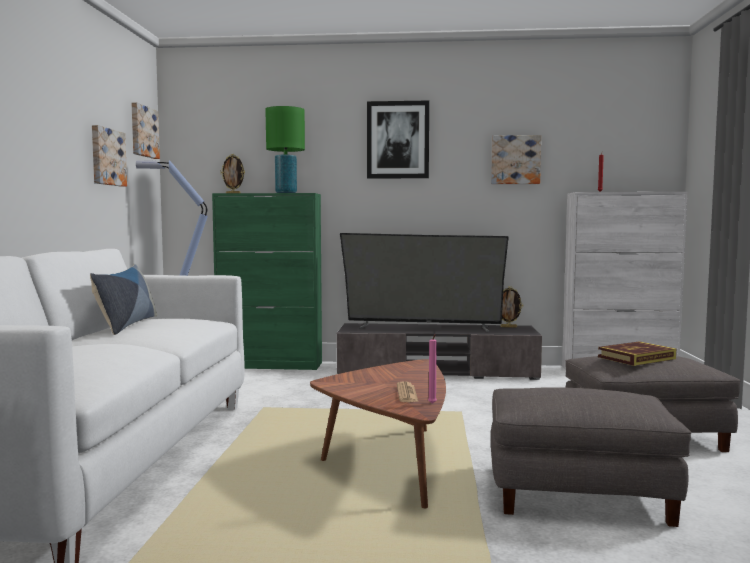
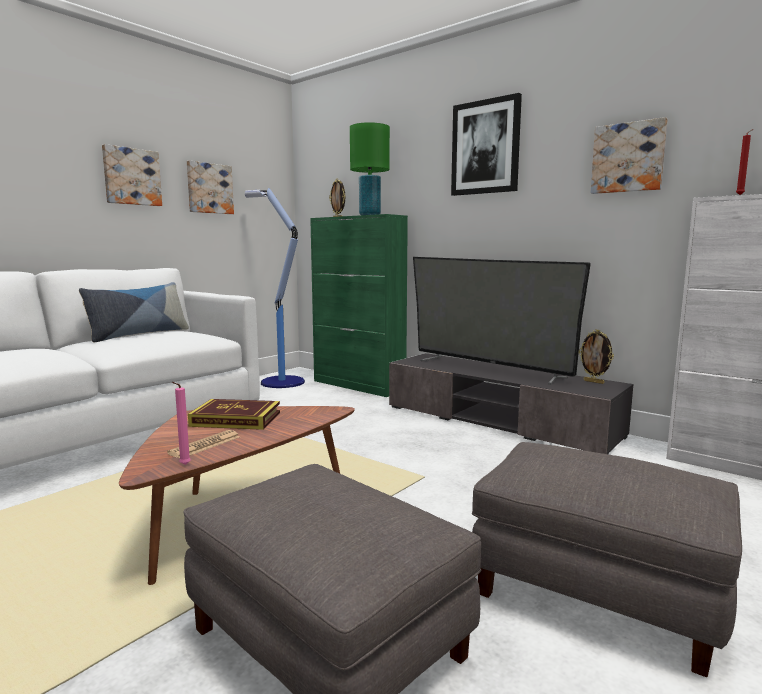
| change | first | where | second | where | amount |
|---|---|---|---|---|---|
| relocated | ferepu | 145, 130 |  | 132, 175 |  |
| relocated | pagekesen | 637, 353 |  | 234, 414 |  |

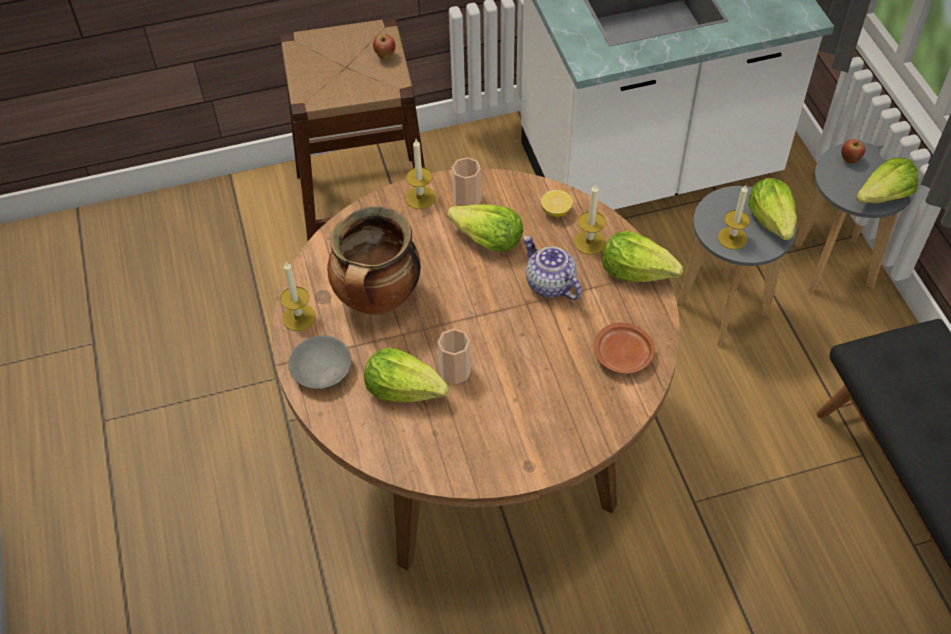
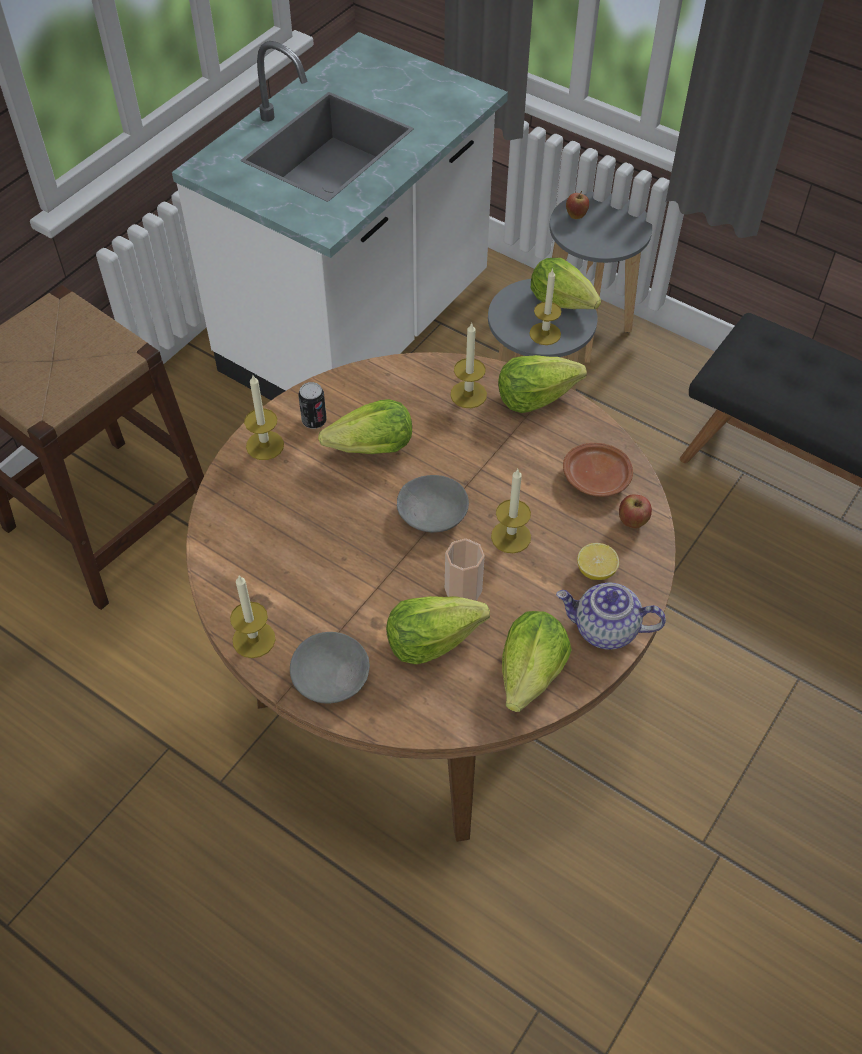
| change | first | where | second | where | amount |
|---|---|---|---|---|---|
| exchanged | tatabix | 466, 181 | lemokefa | 312, 405 |  |
| appeared |  |  | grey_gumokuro | 433, 503 |  |
| appeared |  |  | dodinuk | 511, 510 |  |
| relocated | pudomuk | 887, 180 |  | 537, 661 |  |
| relocated | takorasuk | 552, 268 |  | 611, 616 |  |
| relocated | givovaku | 557, 203 |  | 598, 561 |  |
| relocated | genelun | 384, 46 |  | 635, 511 |  |
| missing | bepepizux | 374, 261 |  |  |  |

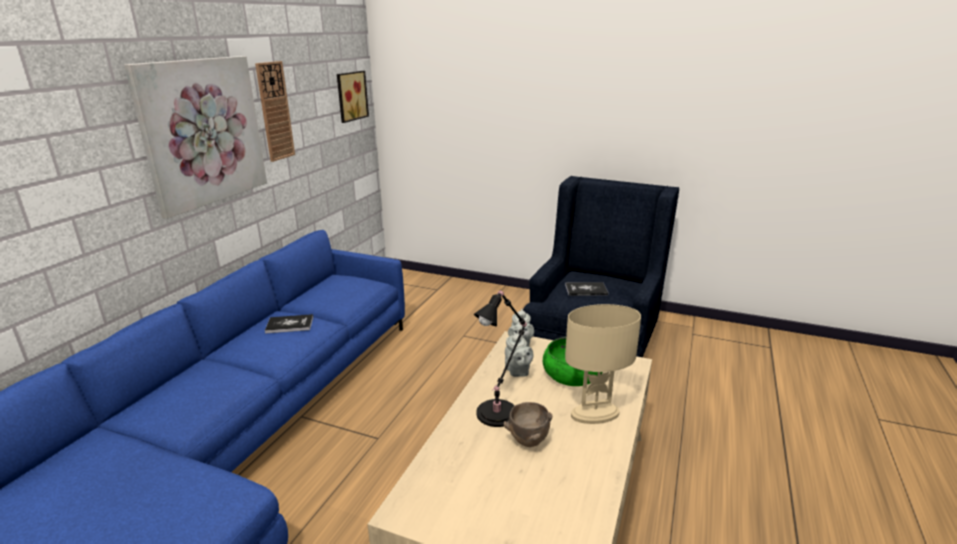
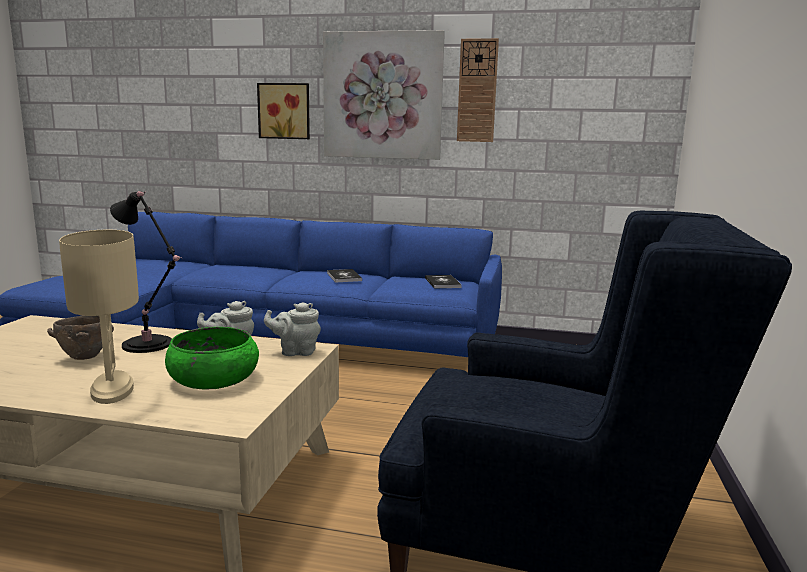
| change | first | where | second | where | amount |
|---|---|---|---|---|---|
| relocated | ferepu | 353, 97 |  | 283, 111 |  |
| relocated | pagekesen | 586, 289 |  | 443, 281 |  |

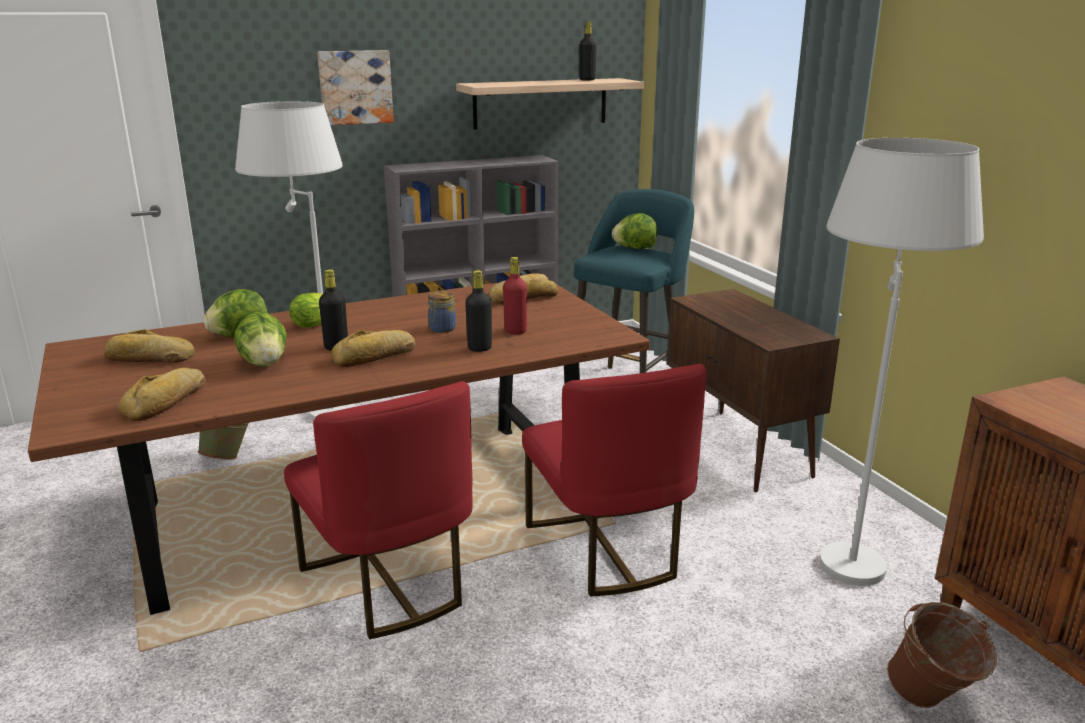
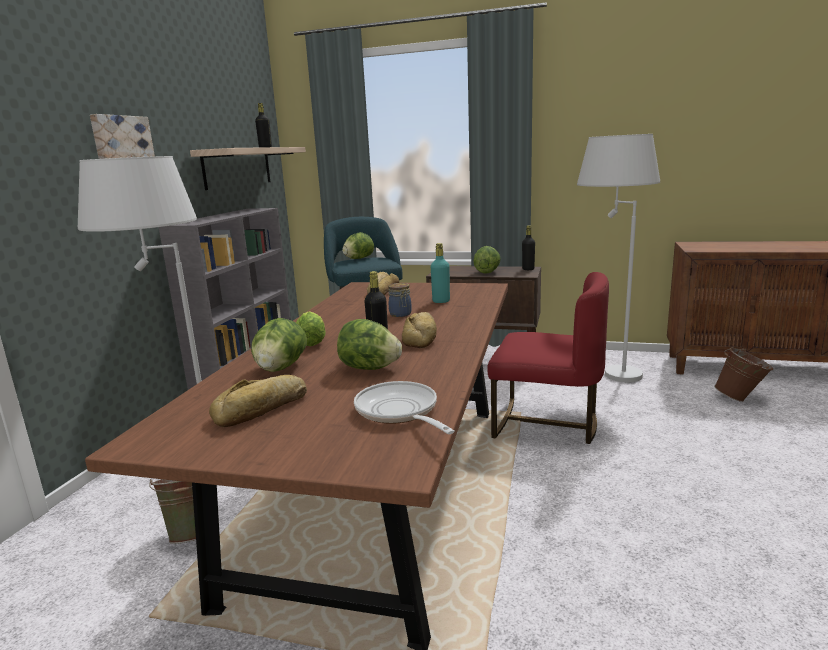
| change | first | where | second | where | amount |
|---|---|---|---|---|---|
| exchanged | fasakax | 162, 394 | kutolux | 404, 407 |  |
| colour | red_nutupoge | 515, 295 | turquoise_nutupoge | 440, 273 |  |
| appeared |  |  | pudomuk | 487, 260 |  |
| relocated | black_nutupoge | 478, 311 |  | 528, 247 |  |
| missing | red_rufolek | 378, 510 |  |  |  |

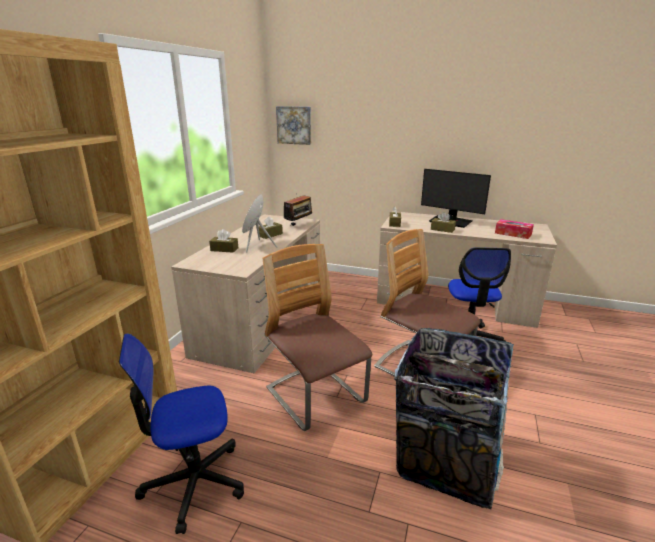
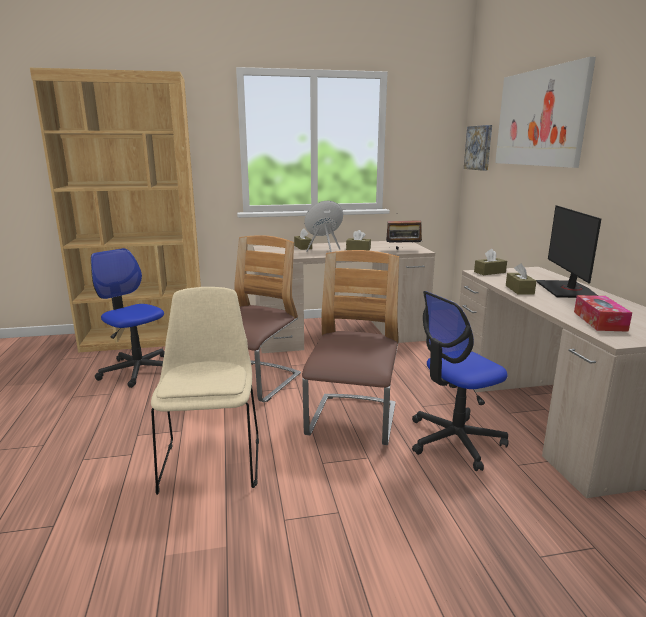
| change | first | where | second | where | amount |
|---|---|---|---|---|---|
| exchanged | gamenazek | 454, 418 | beige_rufolek | 205, 391 |  |
| appeared |  |  | ferepu | 545, 112 |  |

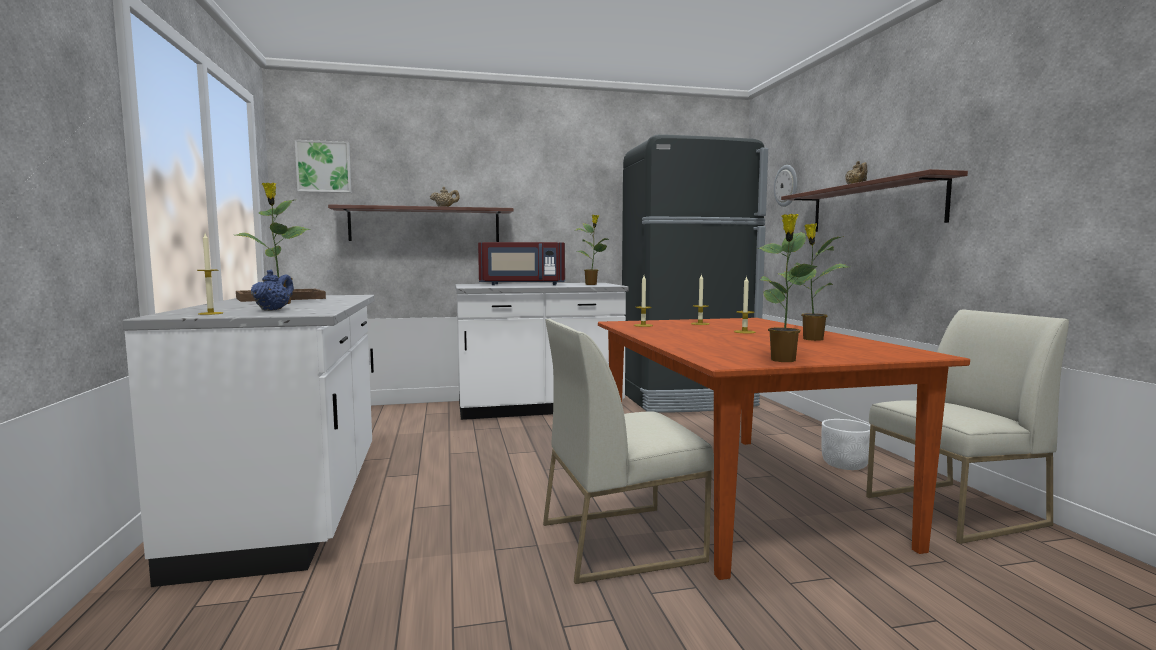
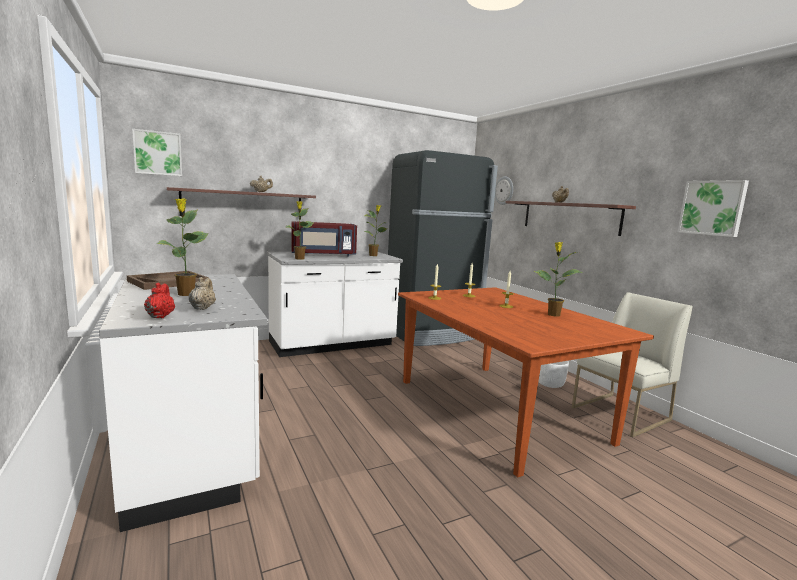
| change | first | where | second | where | amount |
|---|---|---|---|---|---|
| exchanged | dodinuk | 210, 274 | red_takorasuk | 159, 300 |  |
| colour | blue_takorasuk | 272, 290 | beige_takorasuk | 202, 293 |  |
| relocated | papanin | 787, 288 |  | 300, 230 |  |
| appeared |  |  | ferepu | 713, 208 |  |
| missing | white_rufolek | 628, 451 |  |  |  |

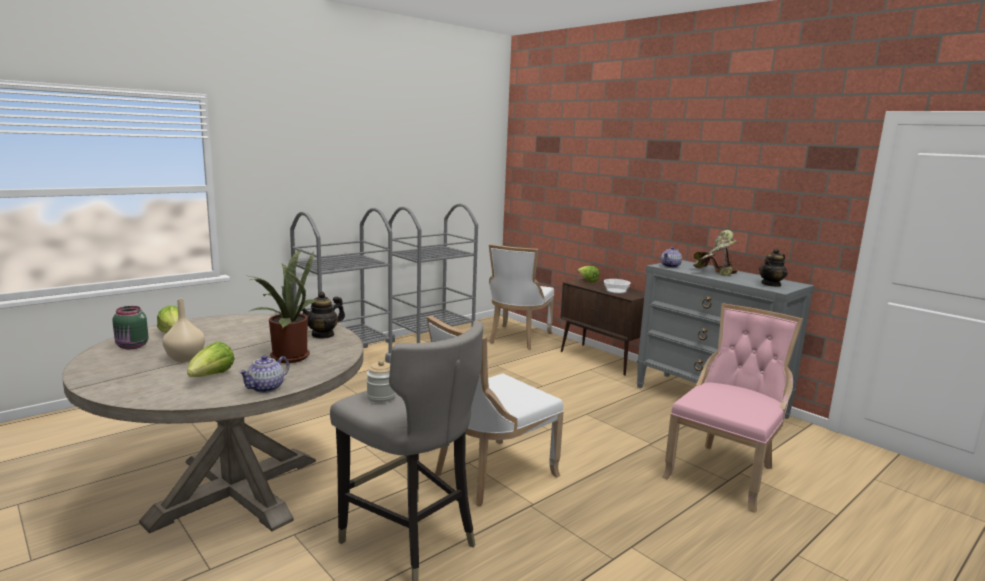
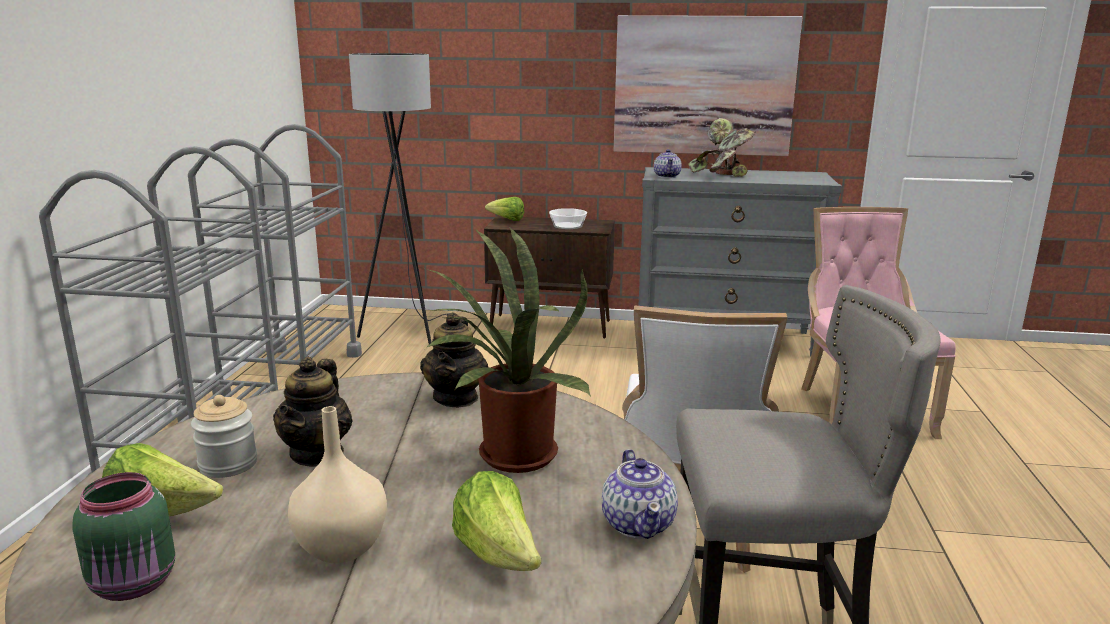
| change | first | where | second | where | amount |
|---|---|---|---|---|---|
| relocated | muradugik | 381, 381 |  | 224, 436 |  |
| relocated | takorasuk | 773, 267 |  | 313, 411 |  |
| exchanged | white_rufolek | 521, 296 | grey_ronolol | 399, 198 |  |
| appeared |  |  | ferepu | 708, 85 |  |

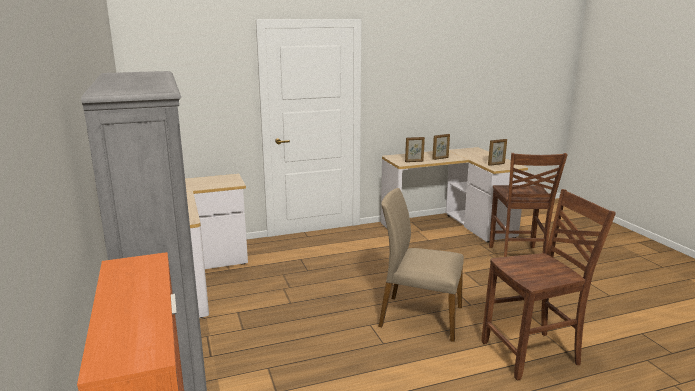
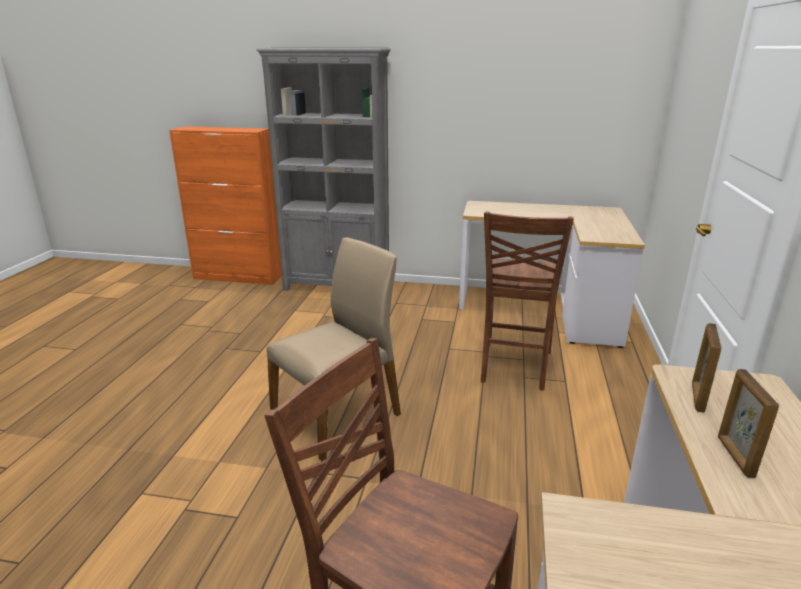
| change | first | where | second | where | amount |
|---|---|---|---|---|---|
| relocated | brown_rufolek | 548, 284 |  | 527, 301 |  |
| missing | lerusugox | 497, 152 |  |  |  |

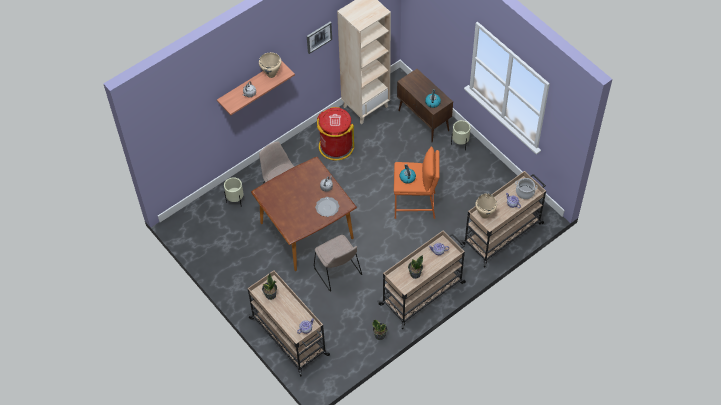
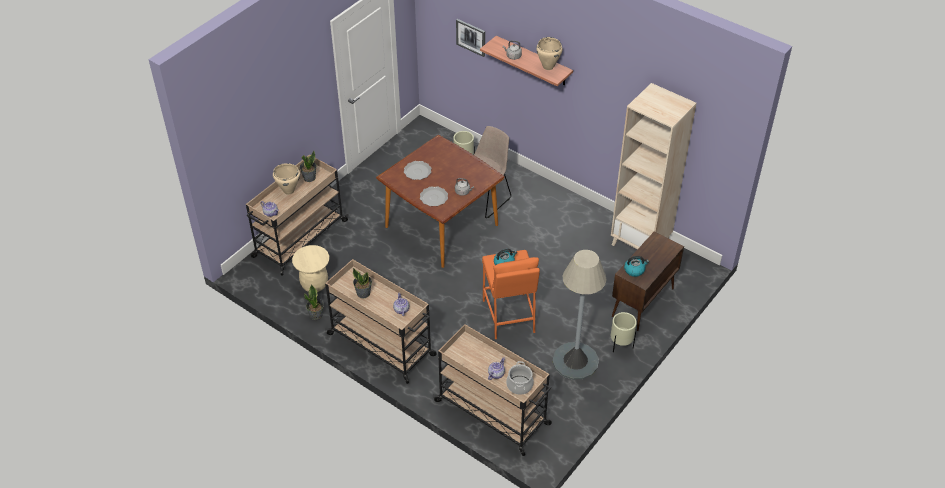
| change | first | where | second | where | amount |
|---|---|---|---|---|---|
| relocated | beige_bepepizux | 486, 205 |  | 286, 179 |  |
| appeared |  |  | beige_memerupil | 310, 268 |  |
| appeared |  |  | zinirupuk | 418, 170 |  |
| relocated | ferepu | 319, 38 |  | 470, 38 |  |
| appeared |  |  | grey_ronolol | 580, 315 |  |
| missing | beige_rufolek | 338, 263 |  |  |  |
| missing | red_gamenazek | 335, 133 |  |  |  |

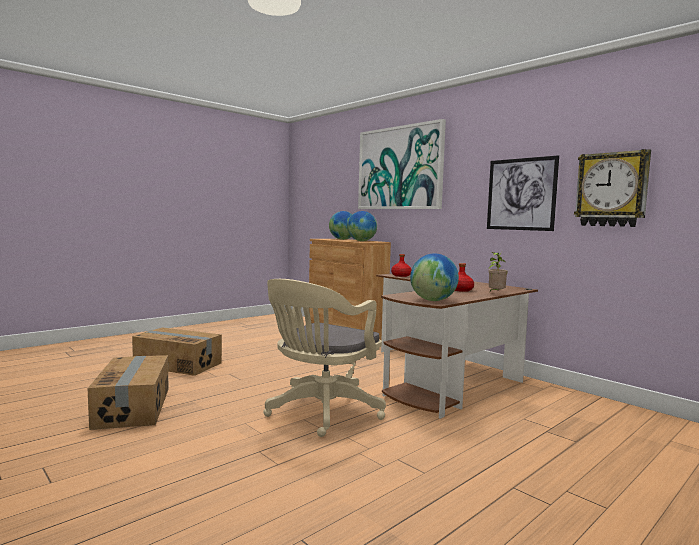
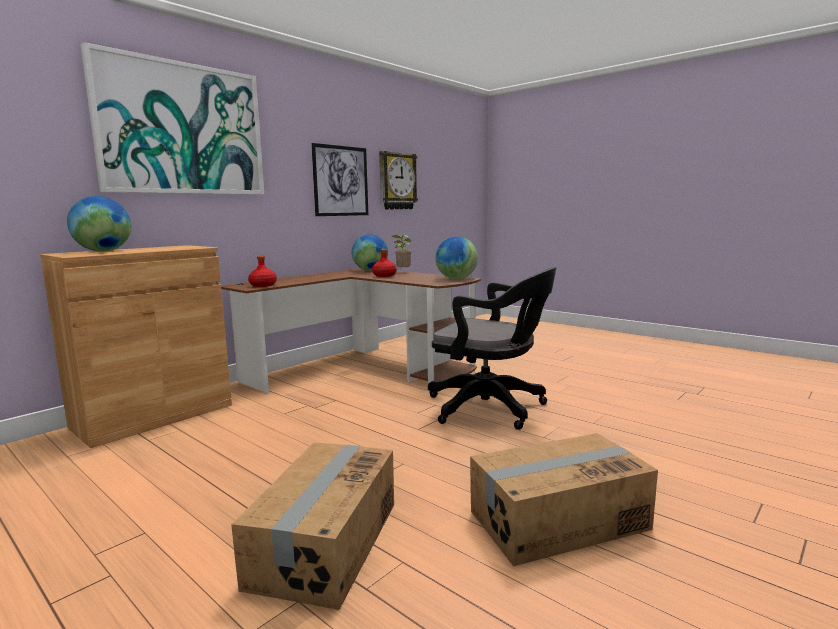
| change | first | where | second | where | amount |
|---|---|---|---|---|---|
| relocated | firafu | 362, 226 |  | 370, 252 |  |
| colour | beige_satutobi | 324, 358 | black_satutobi | 492, 348 |  |

